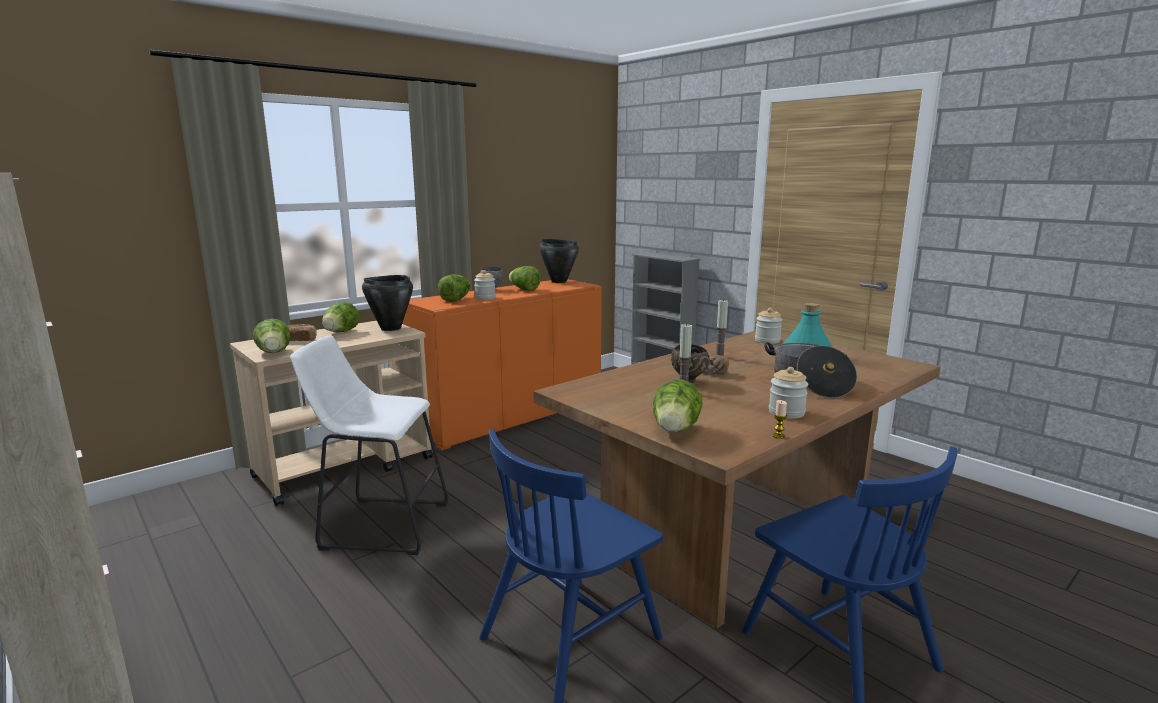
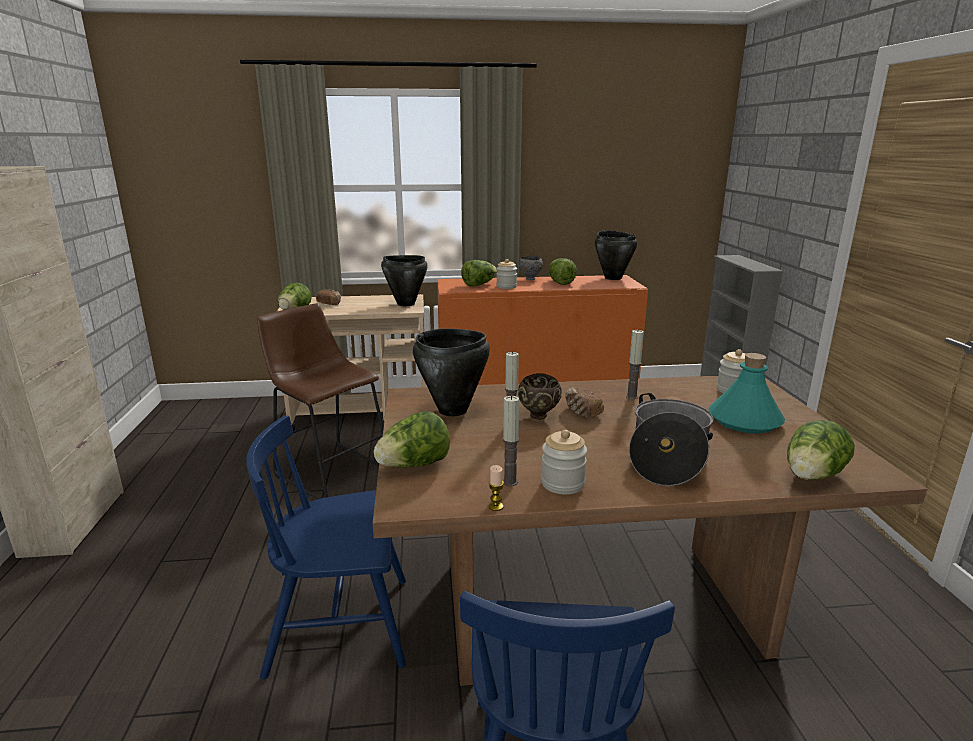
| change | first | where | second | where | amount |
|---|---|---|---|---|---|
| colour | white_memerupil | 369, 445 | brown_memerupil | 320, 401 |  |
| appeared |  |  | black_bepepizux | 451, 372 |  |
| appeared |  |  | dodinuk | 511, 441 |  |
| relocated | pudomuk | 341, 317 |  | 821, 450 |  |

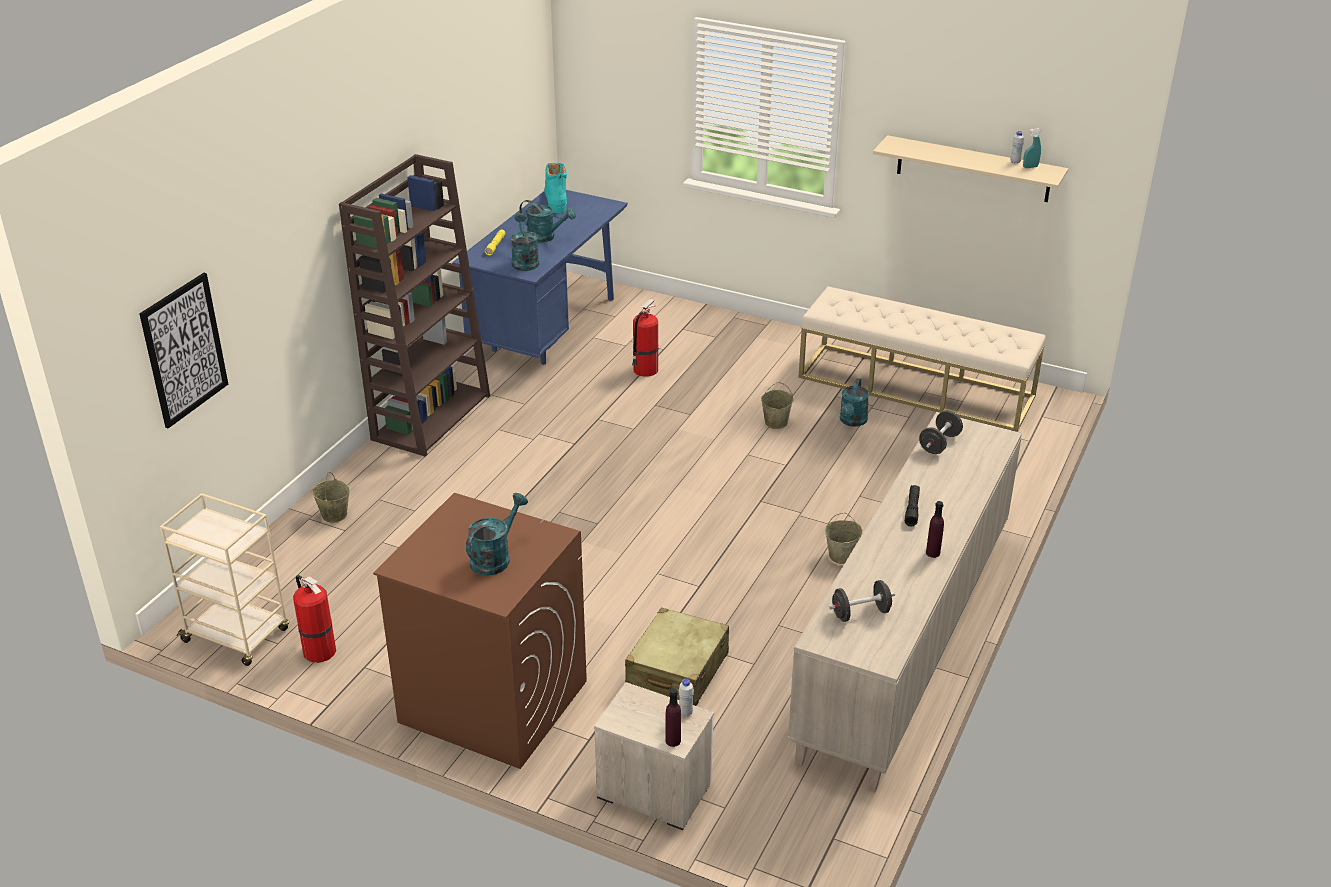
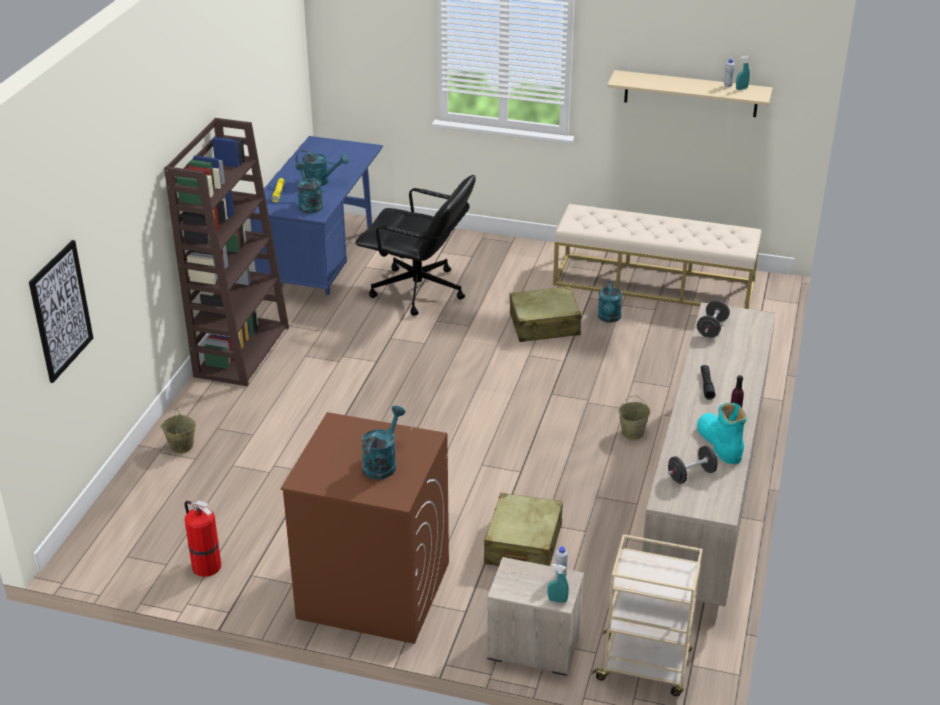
| change | first | where | second | where | amount |
|---|---|---|---|---|---|
| exchanged | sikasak | 645, 338 | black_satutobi | 416, 245 |  |
| exchanged | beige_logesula | 777, 405 | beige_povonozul | 546, 314 |  |
| exchanged | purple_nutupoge | 673, 717 | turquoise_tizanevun | 558, 583 |  |
| relocated | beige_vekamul | 224, 579 |  | 647, 615 |  |
| relocated | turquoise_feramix | 555, 188 |  | 722, 433 |  |

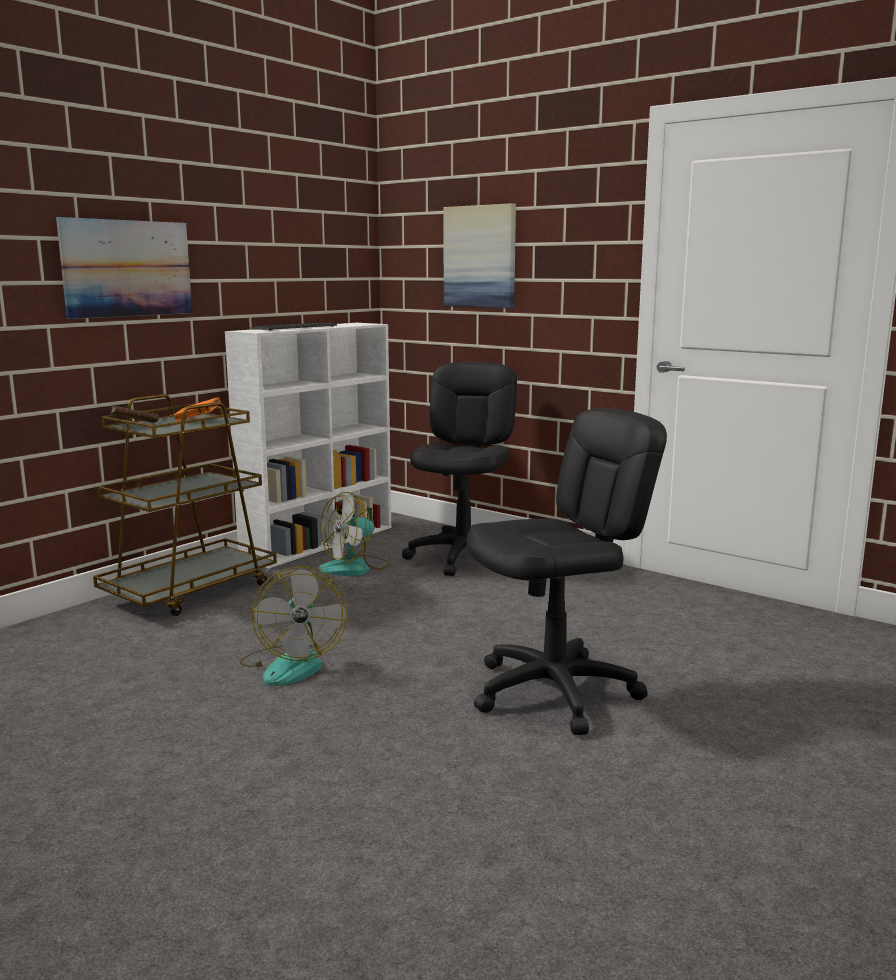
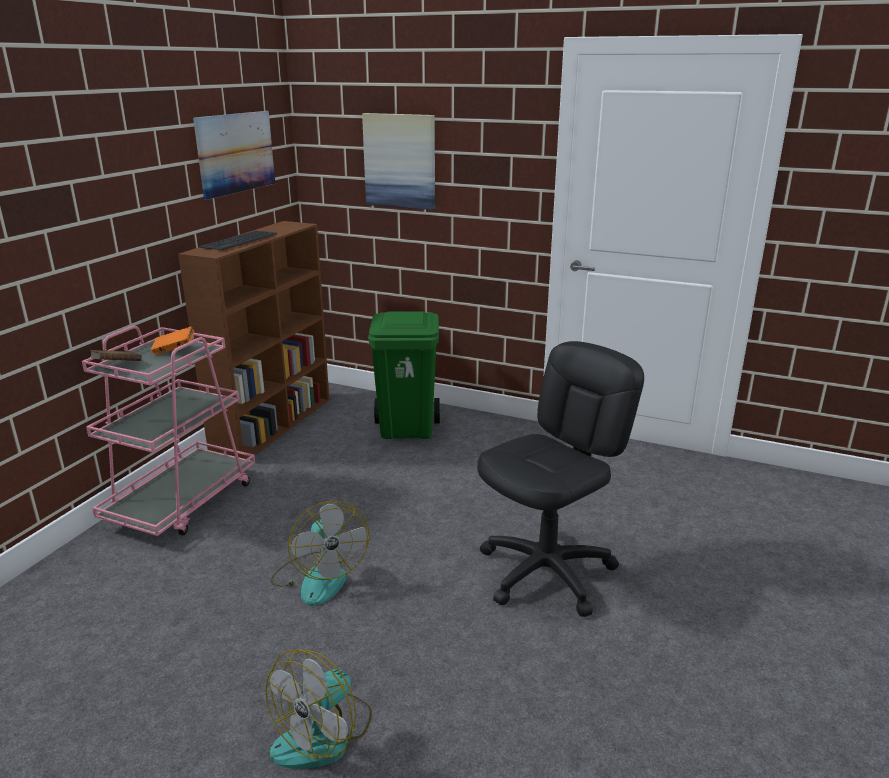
| change | first | where | second | where | amount |
|---|---|---|---|---|---|
| colour | brown_vekamul | 185, 505 | pink_vekamul | 168, 431 |  |
| colour | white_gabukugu | 308, 445 | brown_gabukugu | 254, 340 |  |
| relocated | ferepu | 124, 268 |  | 234, 155 |  |
| relocated | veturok | 354, 534 |  | 319, 709 |  |
| exchanged | black_satutobi | 459, 469 | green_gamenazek | 404, 375 |  |

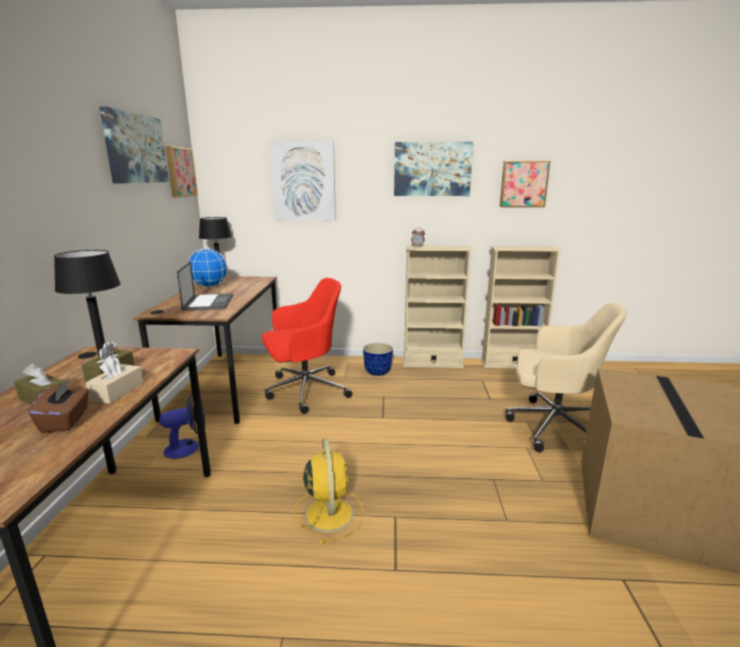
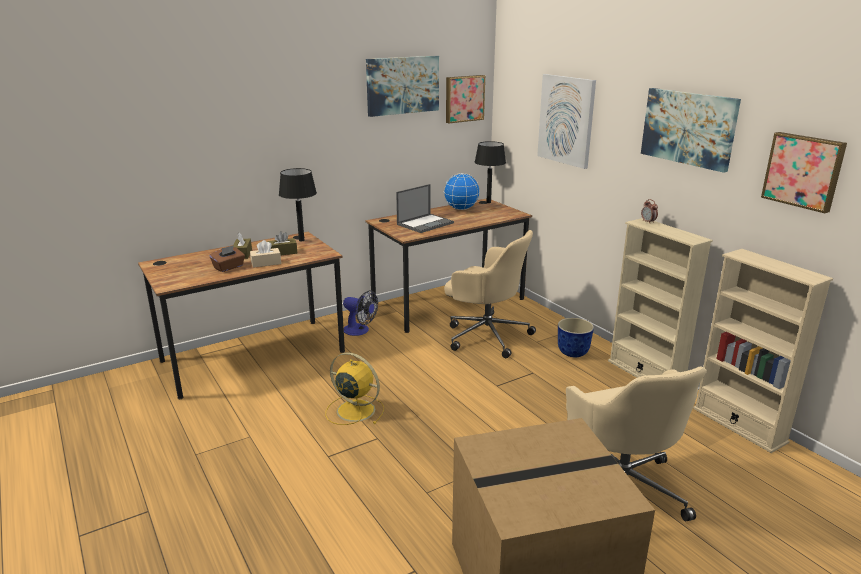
| change | first | where | second | where | amount |
|---|---|---|---|---|---|
| spun | yellow_veturok | 328, 491 |  | 355, 388 | 105 degrees counterclockwise |
| colour | red_satutobi | 307, 346 | beige_satutobi | 490, 294 |  |

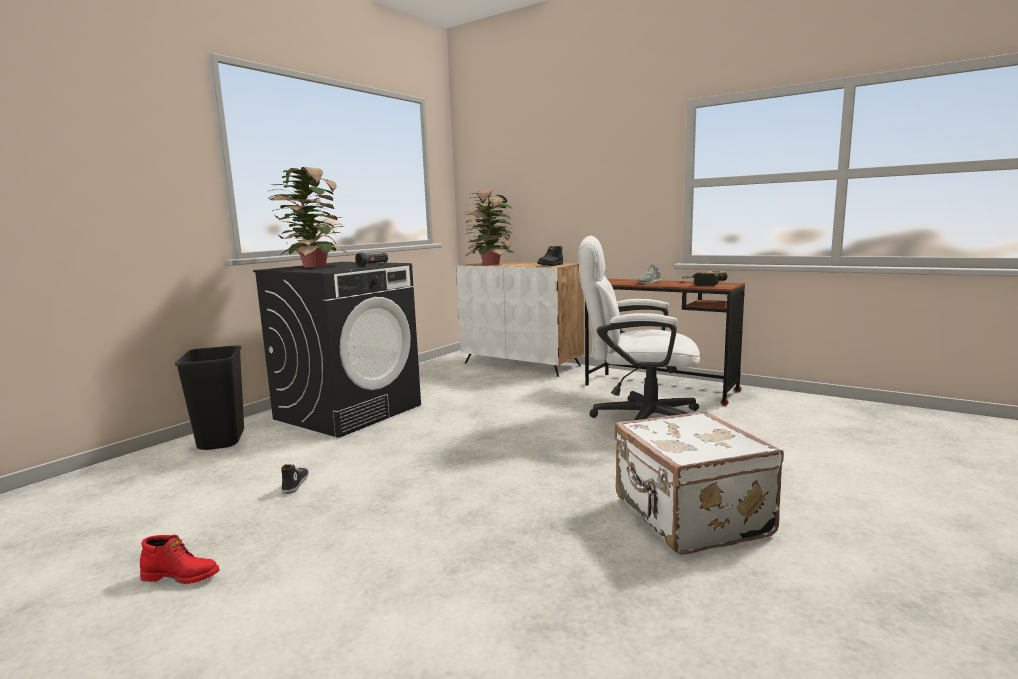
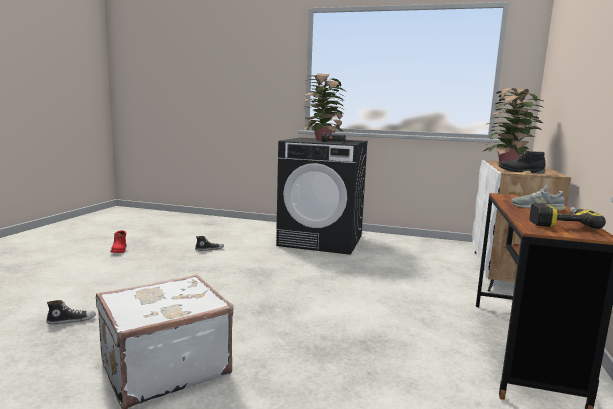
| change | first | where | second | where | amount |
|---|---|---|---|---|---|
| appeared |  |  | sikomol | 71, 312 |  |
| missing | black_gamenazek | 209, 397 |  |  |  |
| missing | white_satutobi | 639, 328 |  |  |  |

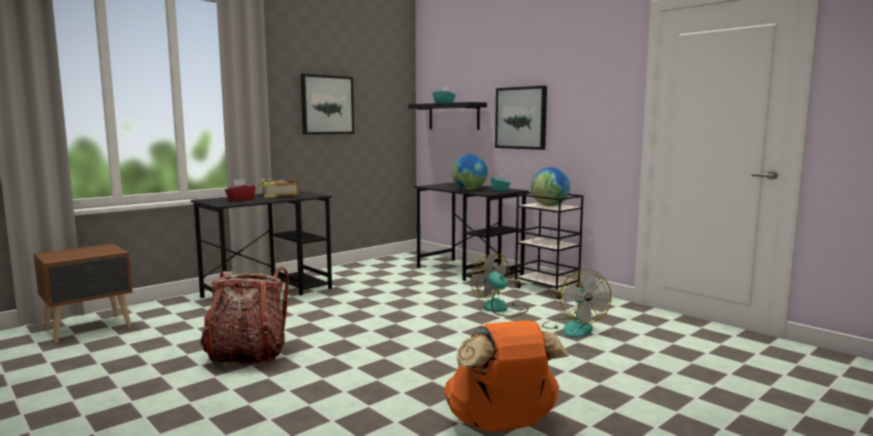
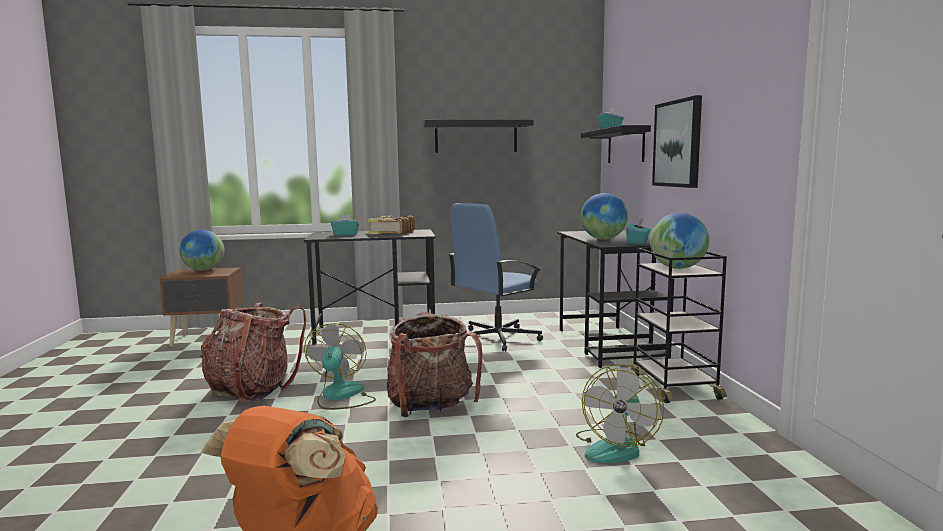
| change | first | where | second | where | amount |
|---|---|---|---|---|---|
| appeared |  |  | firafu | 202, 250 |  |
| relocated | veturok | 499, 285 |  | 340, 366 |  |
| colour | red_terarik | 240, 190 | turquoise_terarik | 345, 225 |  |
| appeared |  |  | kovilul | 434, 364 |  |
| exchanged | ferepu | 327, 104 | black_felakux | 478, 136 |  |
| appeared |  |  | blue_satutobi | 495, 277 |  |

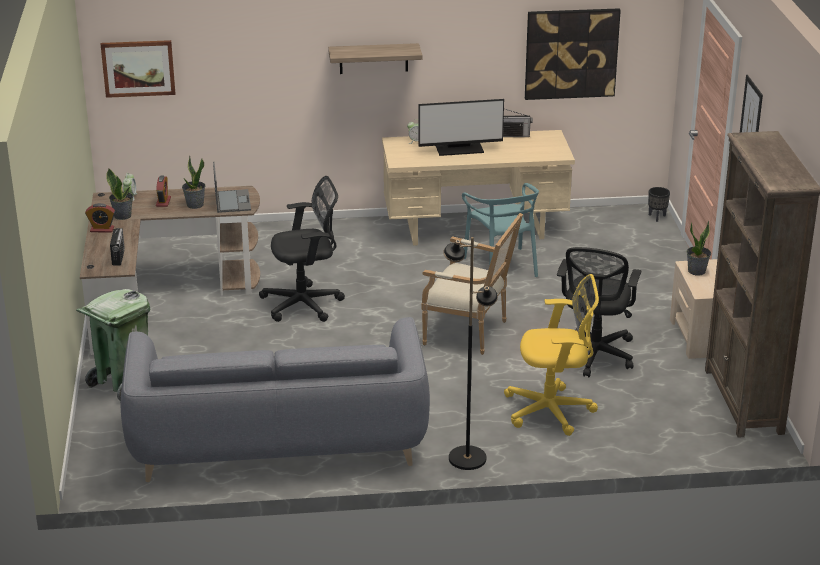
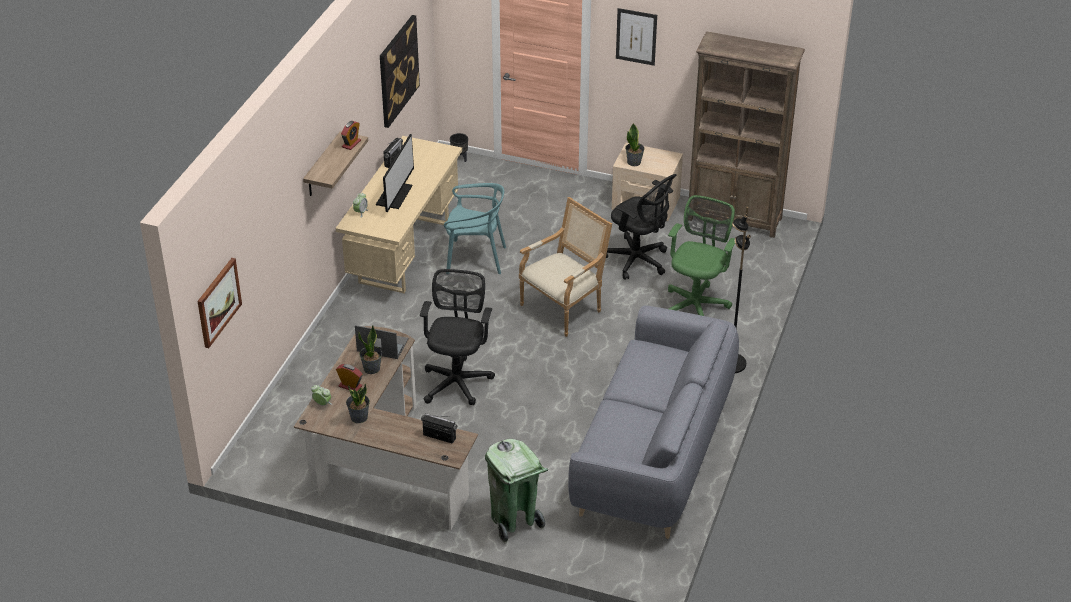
| change | first | where | second | where | amount |
|---|---|---|---|---|---|
| relocated | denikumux | 100, 218 |  | 351, 135 |  |
| colour | yellow_satutobi | 551, 355 | green_satutobi | 701, 255 |  |

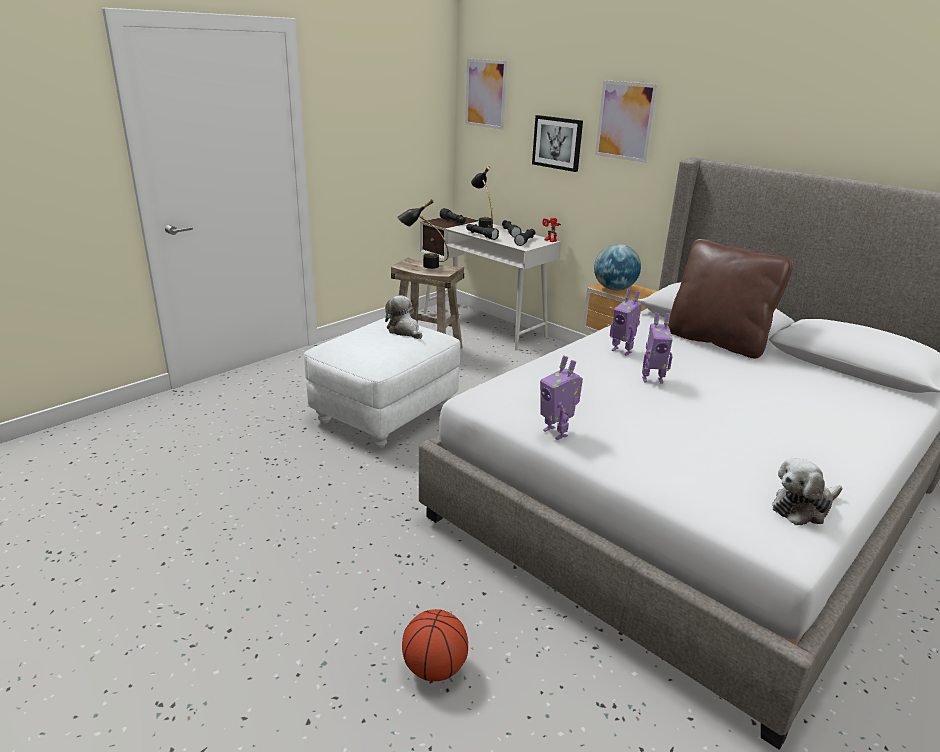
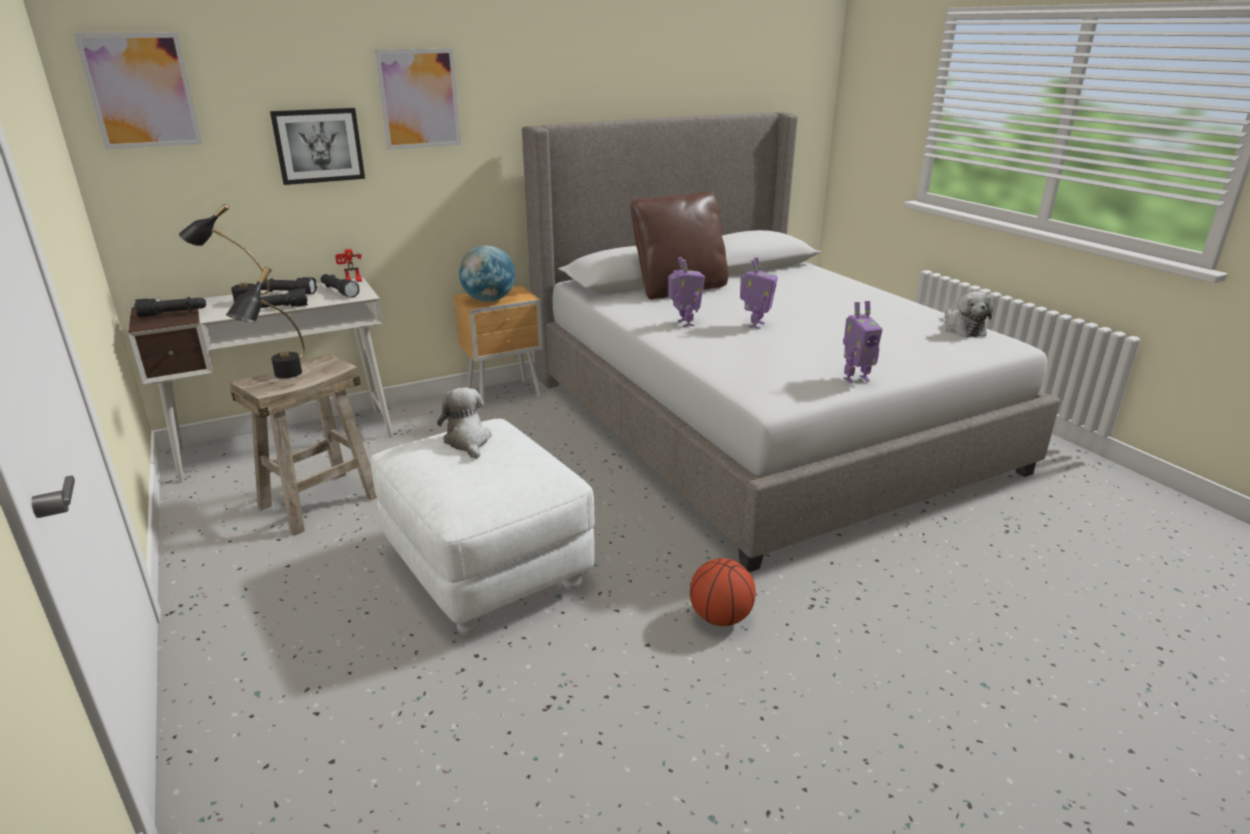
| change | first | where | second | where | amount |
|---|---|---|---|---|---|
| spun | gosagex | 403, 317 |  | 464, 423 | 90 degrees clockwise |
| spun | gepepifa | 626, 322 |  | 686, 292 | 75 degrees counterclockwise |
| relocated | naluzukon | 435, 645 |  | 723, 592 |  |

